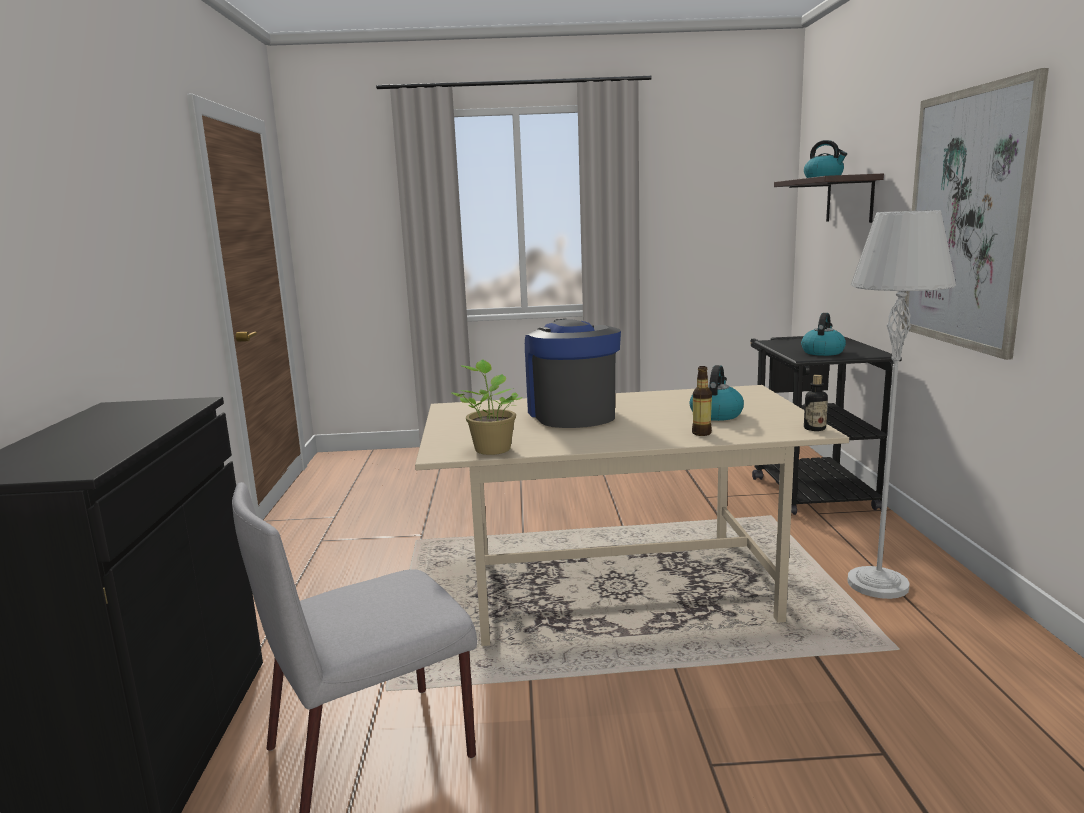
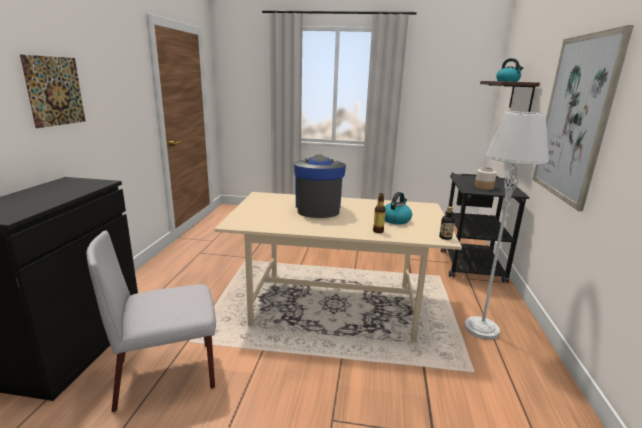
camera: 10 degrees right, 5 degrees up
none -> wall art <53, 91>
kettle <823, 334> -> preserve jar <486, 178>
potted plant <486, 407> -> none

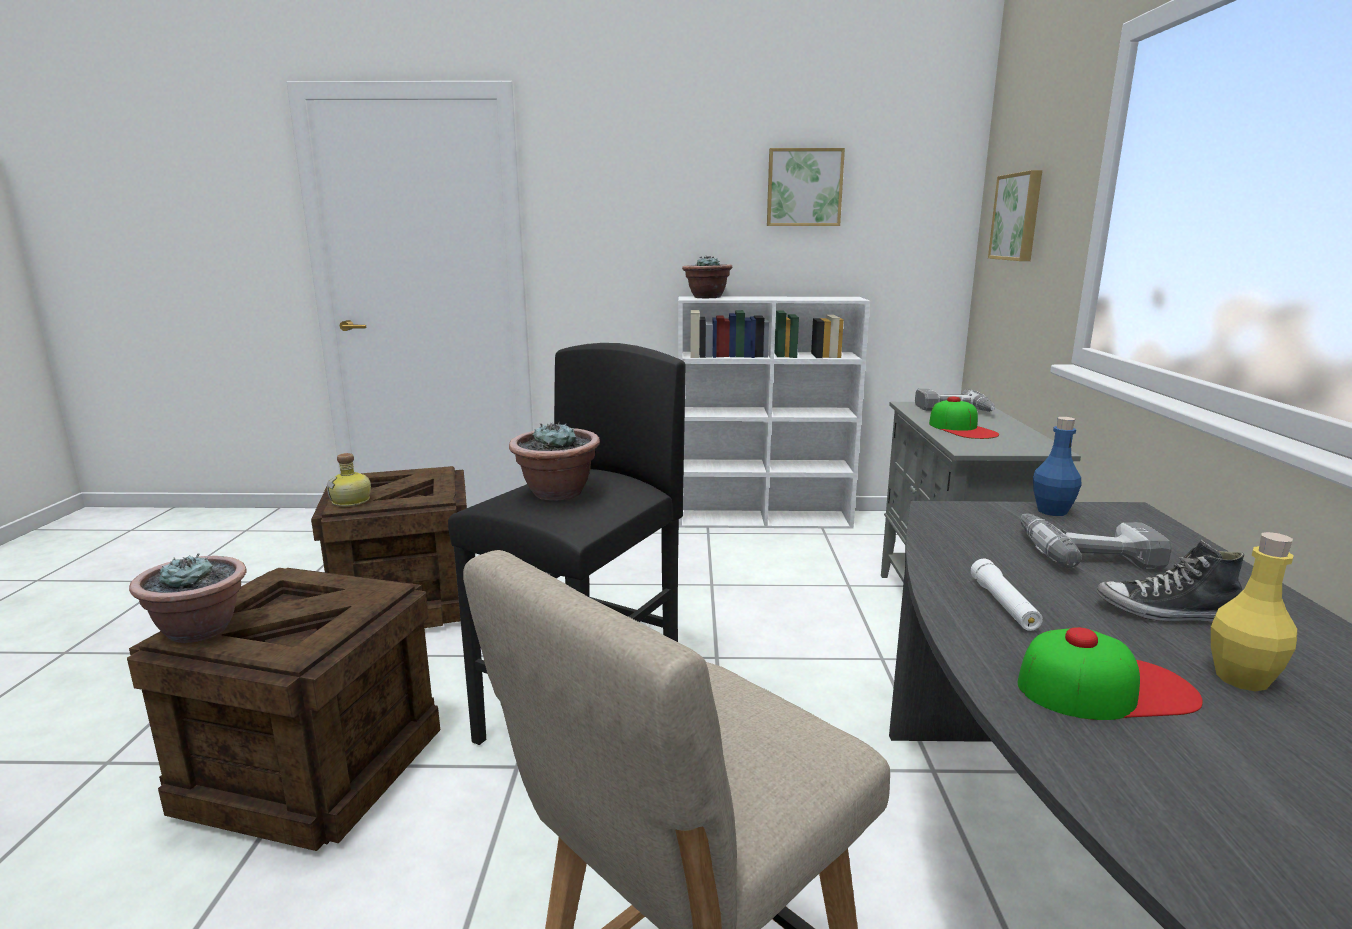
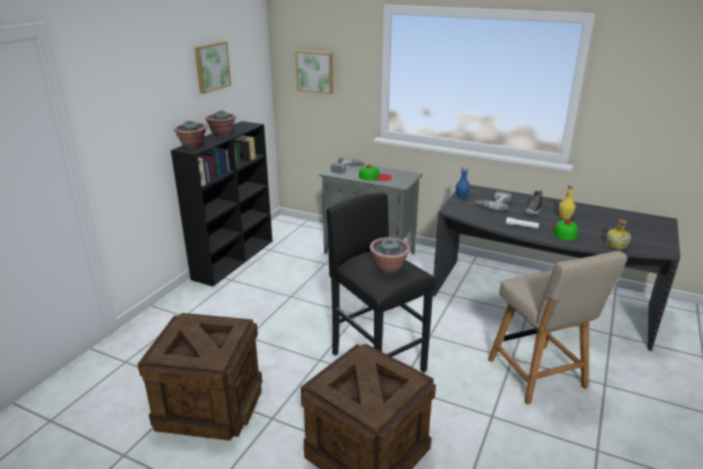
camera: 65 degrees left, 10 degrees up
white bookcase <774, 412> -> black bookcase <221, 204>
potted plant <187, 598> -> potted plant <220, 123>, move
beverage bottle <349, 479> -> beverage bottle <618, 234>, move

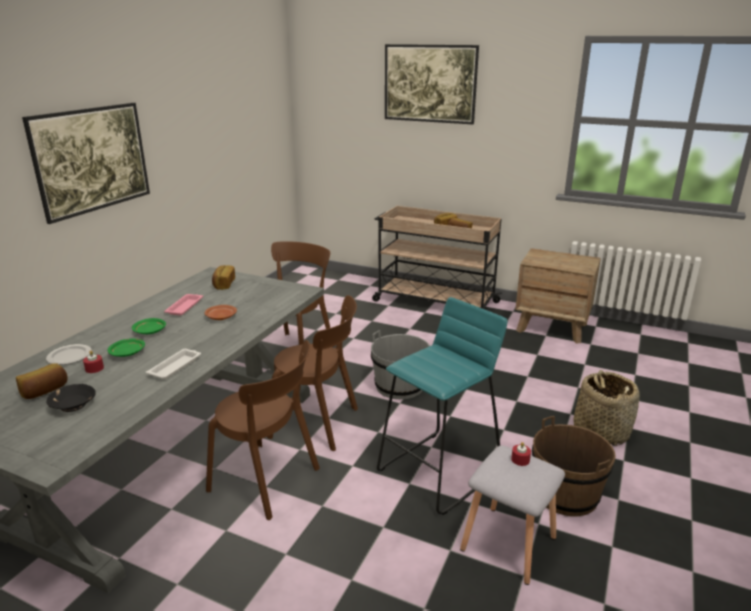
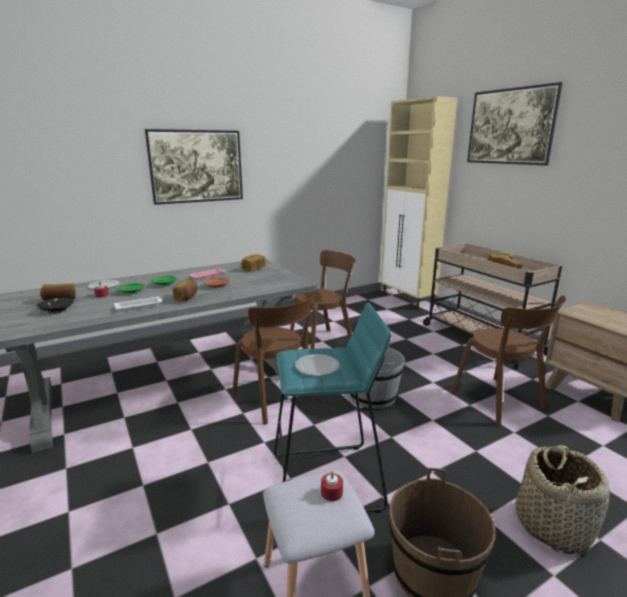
camera: 35 degrees right, 5 degrees down
none -> bread <185, 290>
none -> flat dish <317, 365>
none -> sand-coloured storage cabinet <419, 203>
brown-coloured upright chair <263, 430> -> brown-coloured upright chair <508, 361>, move

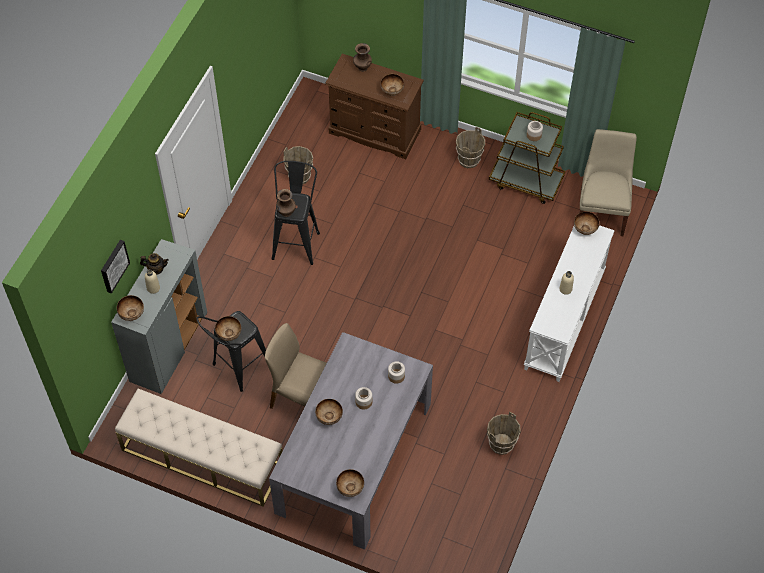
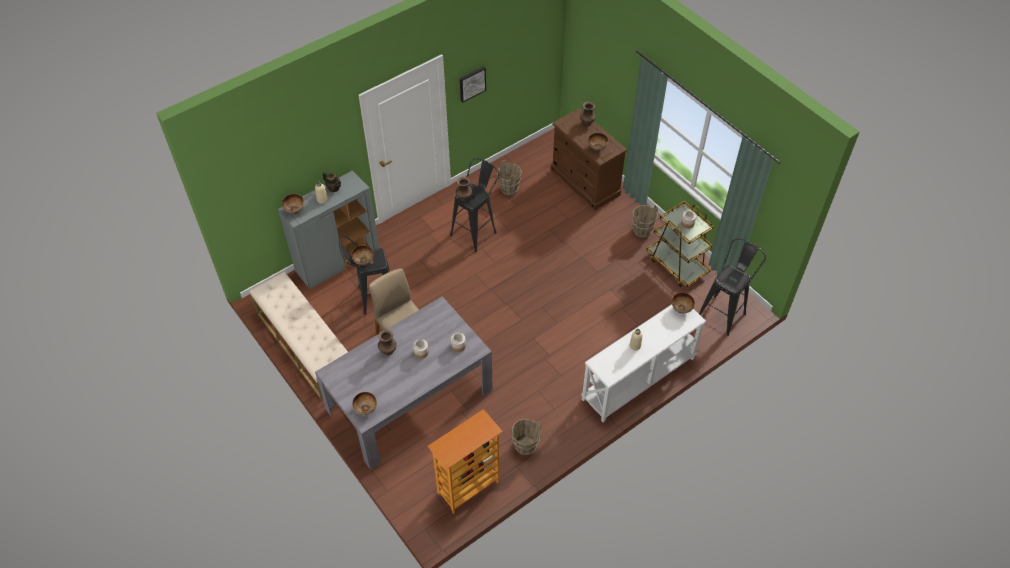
camera: 30 degrees right, 5 degrees down
bowl <329, 412> -> brown-coloured vase <387, 342>
none -> bookcase <465, 461>
wall art <115, 267> -> wall art <473, 84>, move
sand-coloured upright chair <608, 182> -> black stool <732, 287>

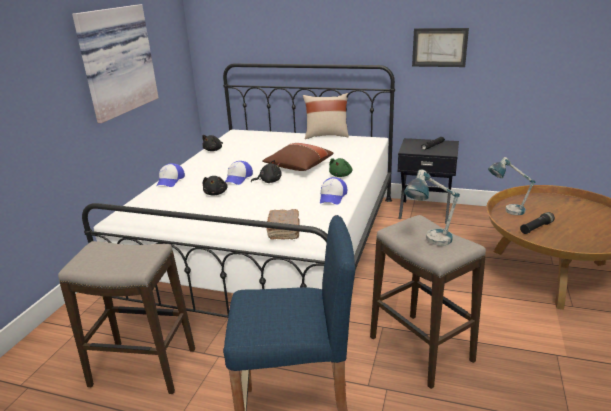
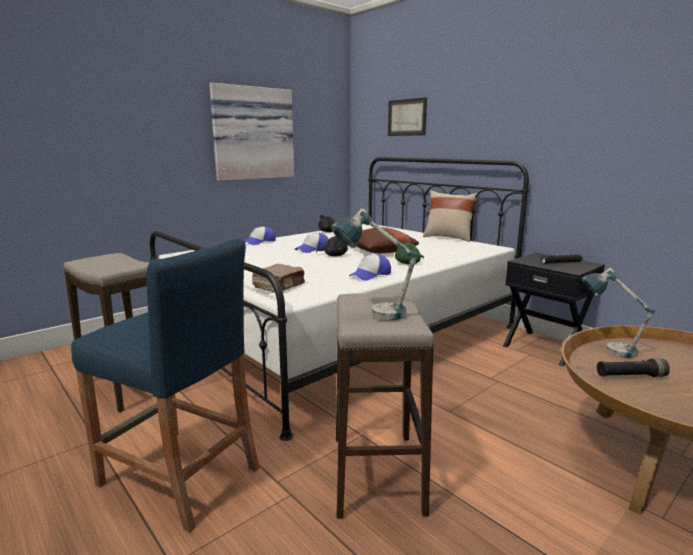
camera: 30 degrees right, 10 degrees down
wall art <440, 47> -> wall art <407, 116>, move
black cuddly toy <215, 186> -> none

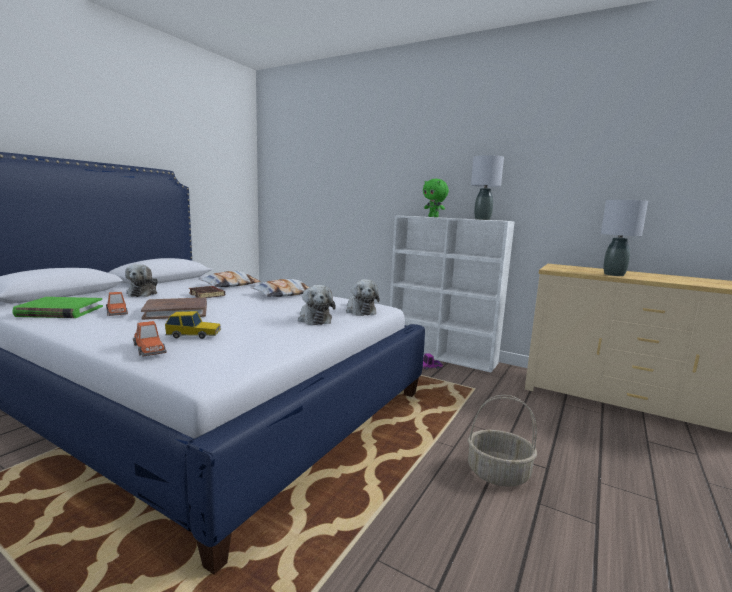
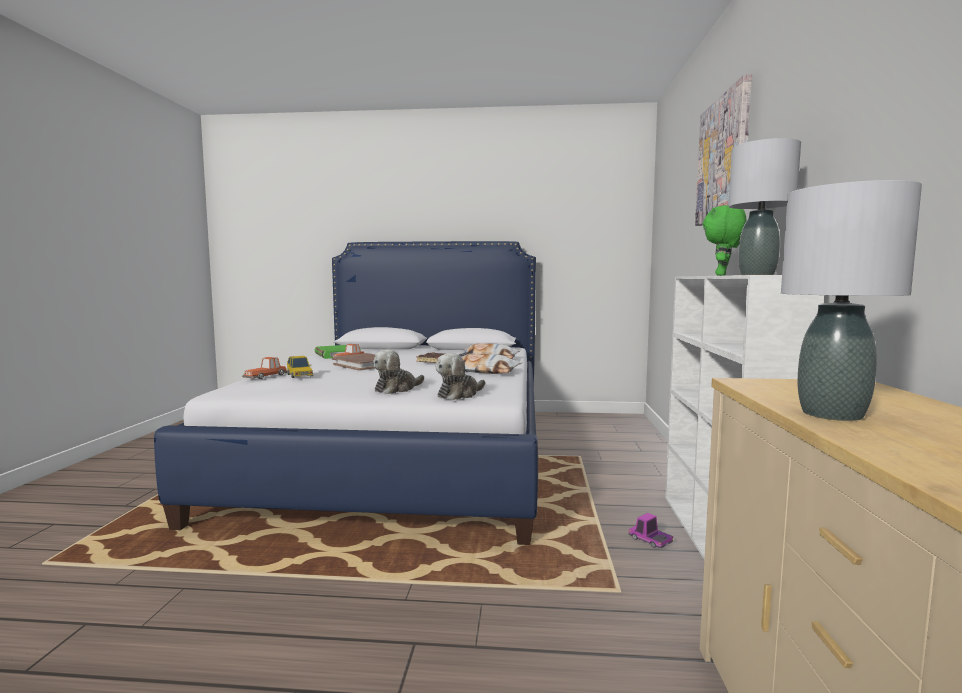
camera: 65 degrees right, 5 degrees down
none -> wall art <723, 150>
cuddly toy <141, 280> -> none
basket <502, 441> -> none

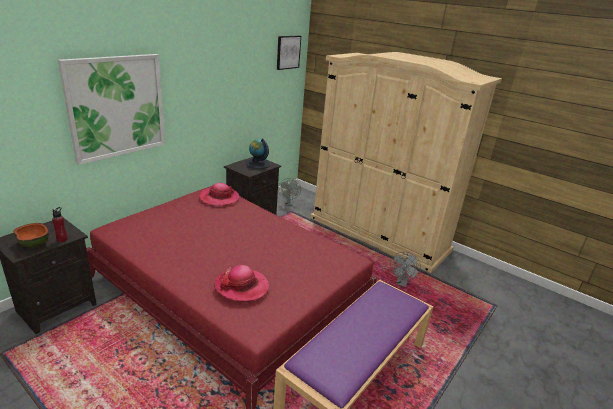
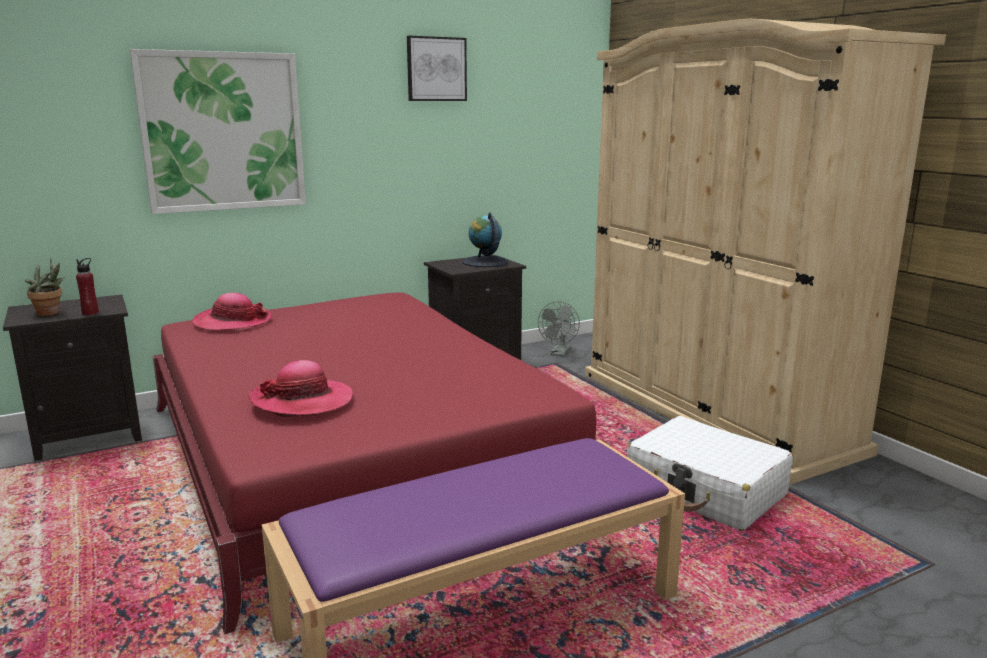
camera: 25 degrees right, 10 degrees down
bowl <31, 235> -> potted plant <45, 287>
hat <219, 194> -> hat <232, 311>, move
wall art <289, 53> -> wall art <437, 68>, move
grey electric fan <405, 269> -> white suitcase <710, 473>

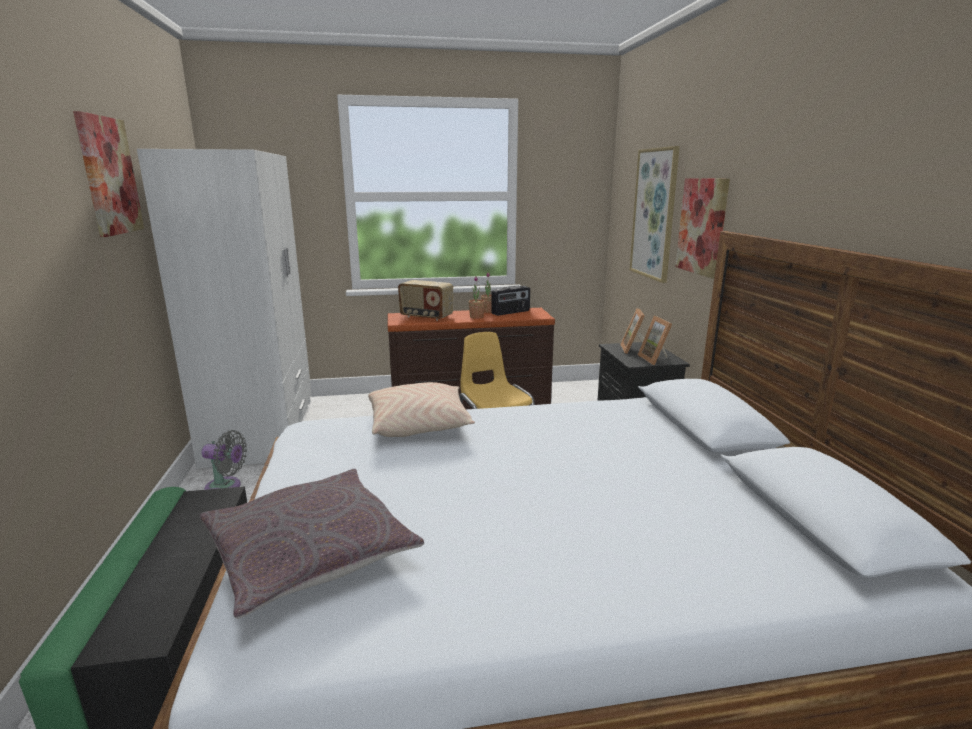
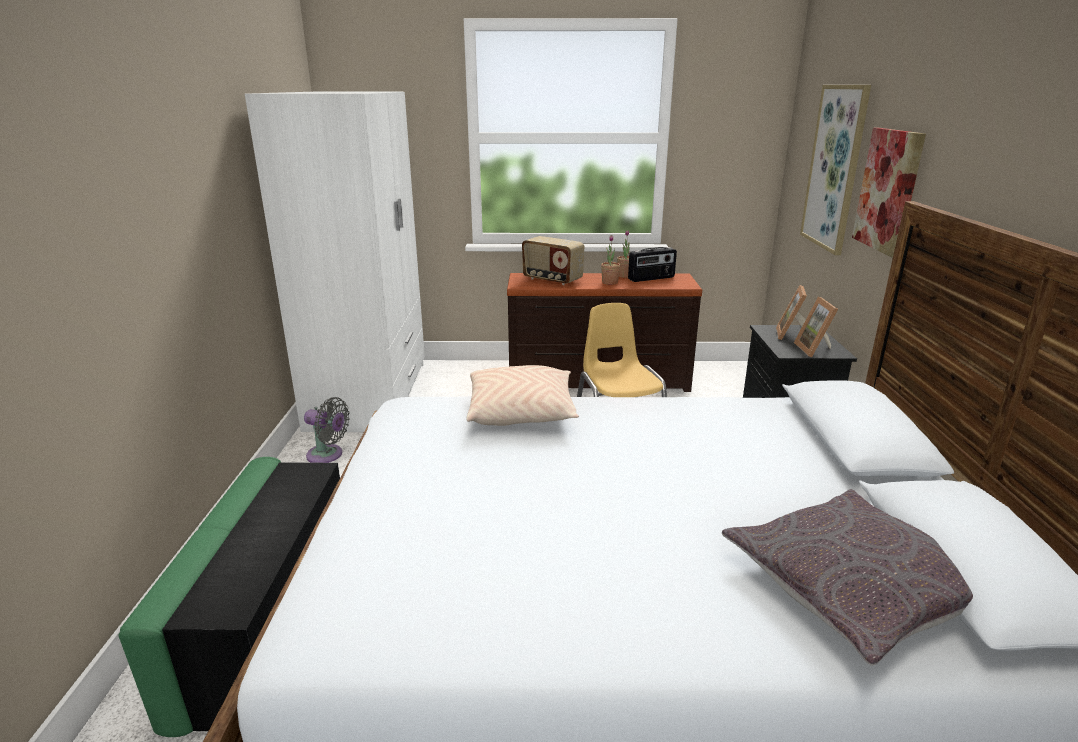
camera: 10 degrees right, 5 degrees up
grey pillow <312, 544> -> grey pillow <847, 577>, move
wall art <108, 174> -> none

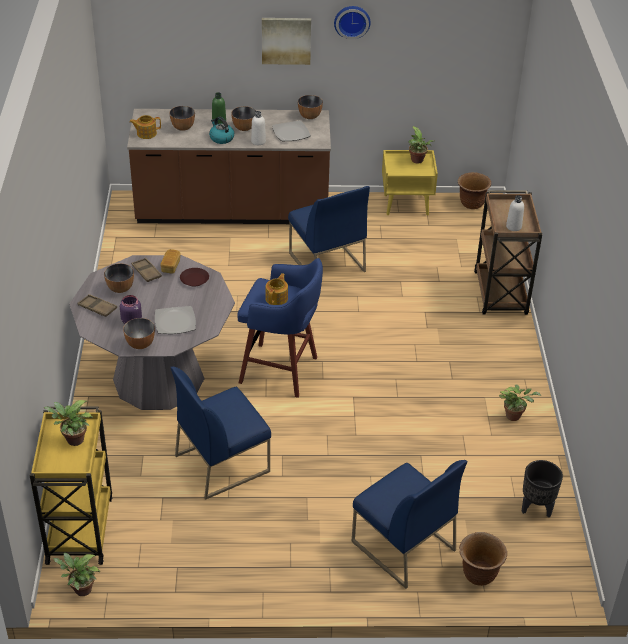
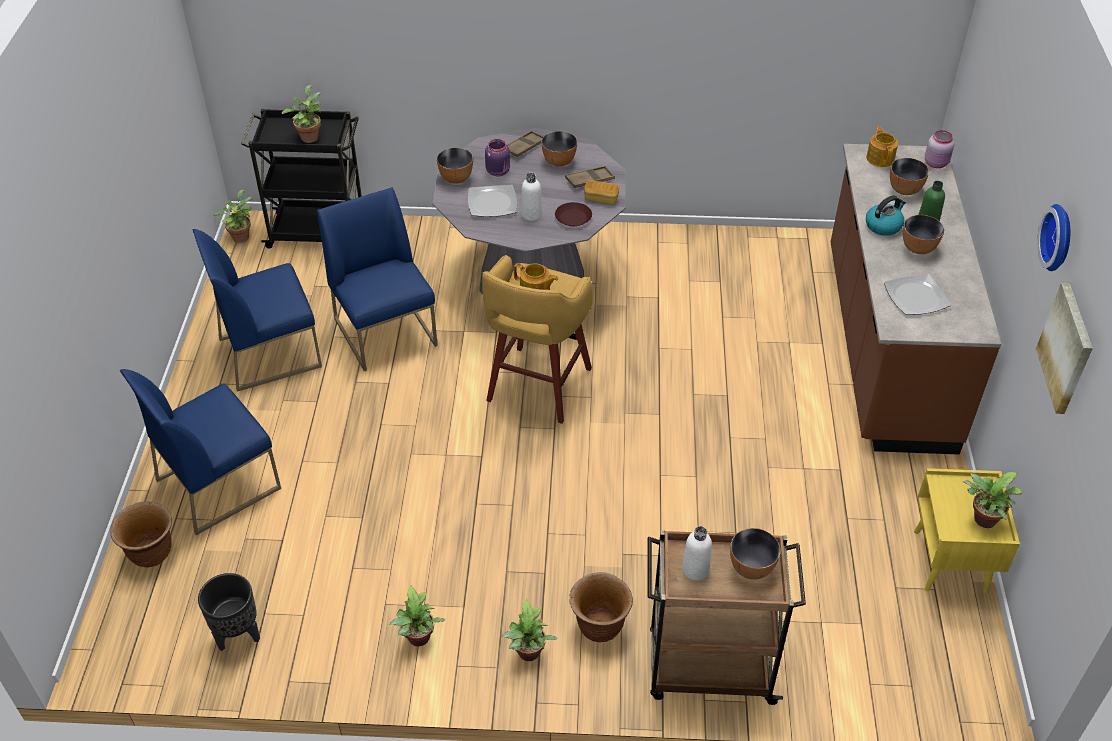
camera: 95 degrees right, 5 degrees up
bluish upright chair <329, 229> -> bluish upright chair <257, 310>, move
yellow trolley <71, 485> -> black trolley <301, 179>
bluish stool <280, 328> -> yellow stool <537, 339>
none -> potted plant <529, 630>
white beverage bottle <258, 128> -> white beverage bottle <531, 197>, move
brown-coloured planter <474, 190> -> brown-coloured planter <601, 607>, move
bowl <310, 107> -> bowl <755, 554>, move
none -> pink-coloured preserve jar <939, 149>
wall art <286, 41> -> wall art <1064, 348>, move

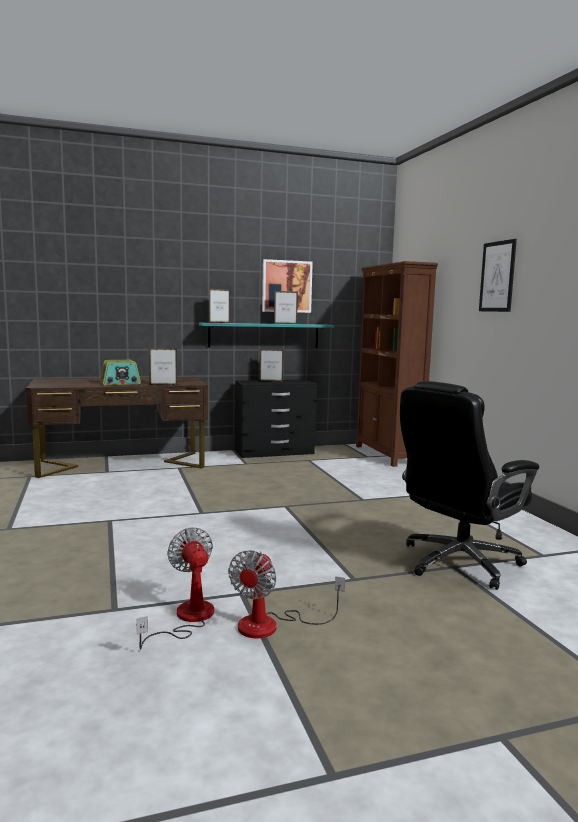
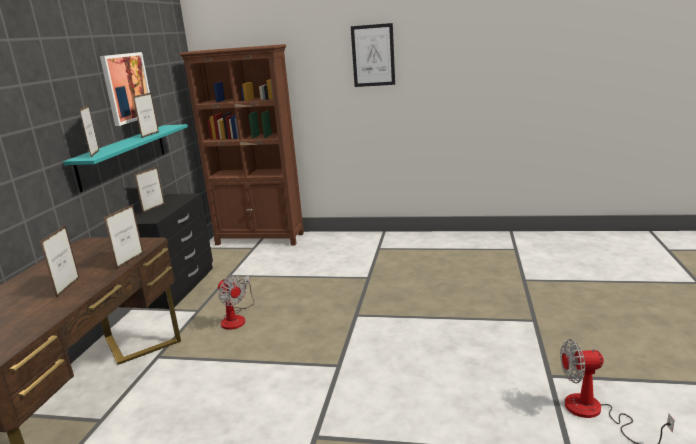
camera: 60 degrees left, 10 degrees up
radio <120, 372> -> standing frame <60, 261>
electric fan <286, 594> -> electric fan <236, 302>, move
black desk chair <469, 485> -> none

